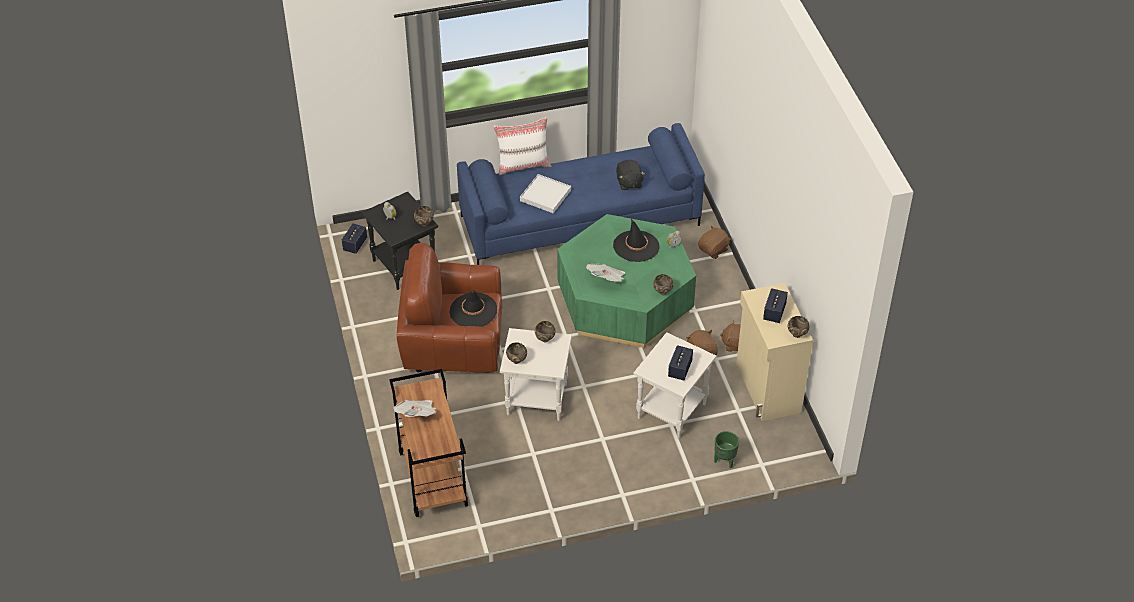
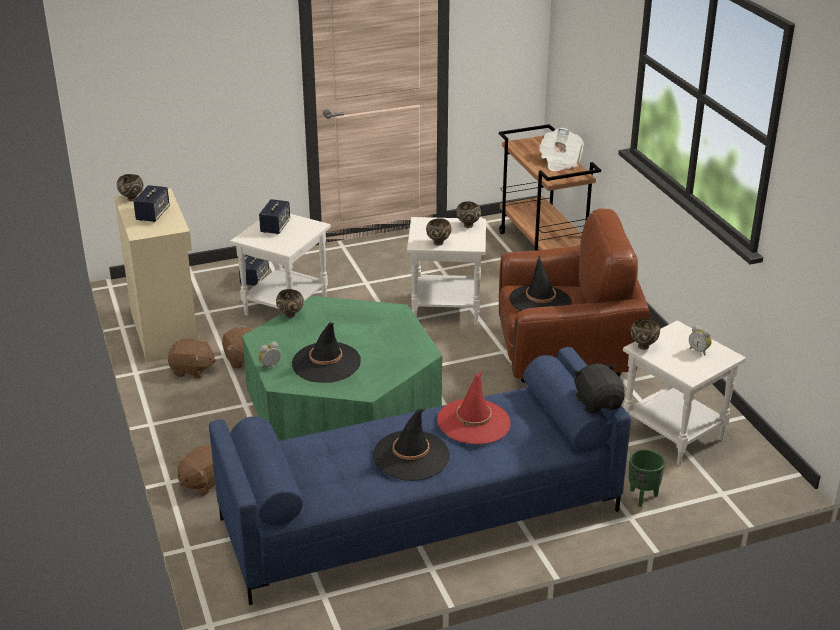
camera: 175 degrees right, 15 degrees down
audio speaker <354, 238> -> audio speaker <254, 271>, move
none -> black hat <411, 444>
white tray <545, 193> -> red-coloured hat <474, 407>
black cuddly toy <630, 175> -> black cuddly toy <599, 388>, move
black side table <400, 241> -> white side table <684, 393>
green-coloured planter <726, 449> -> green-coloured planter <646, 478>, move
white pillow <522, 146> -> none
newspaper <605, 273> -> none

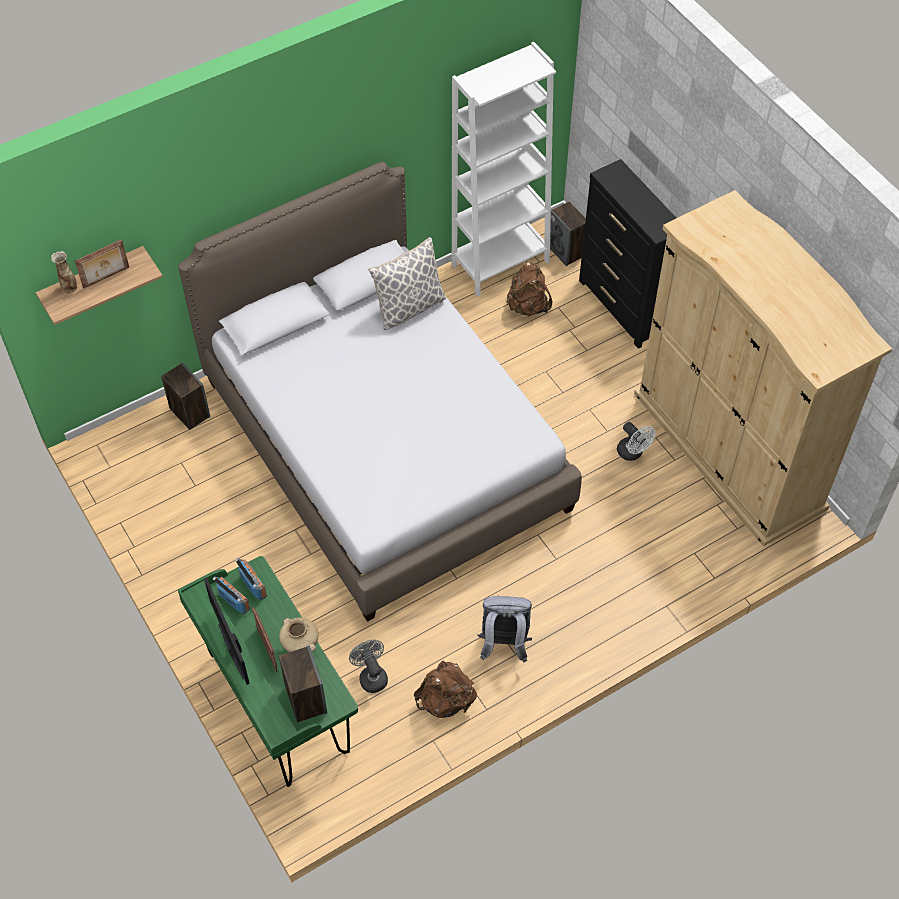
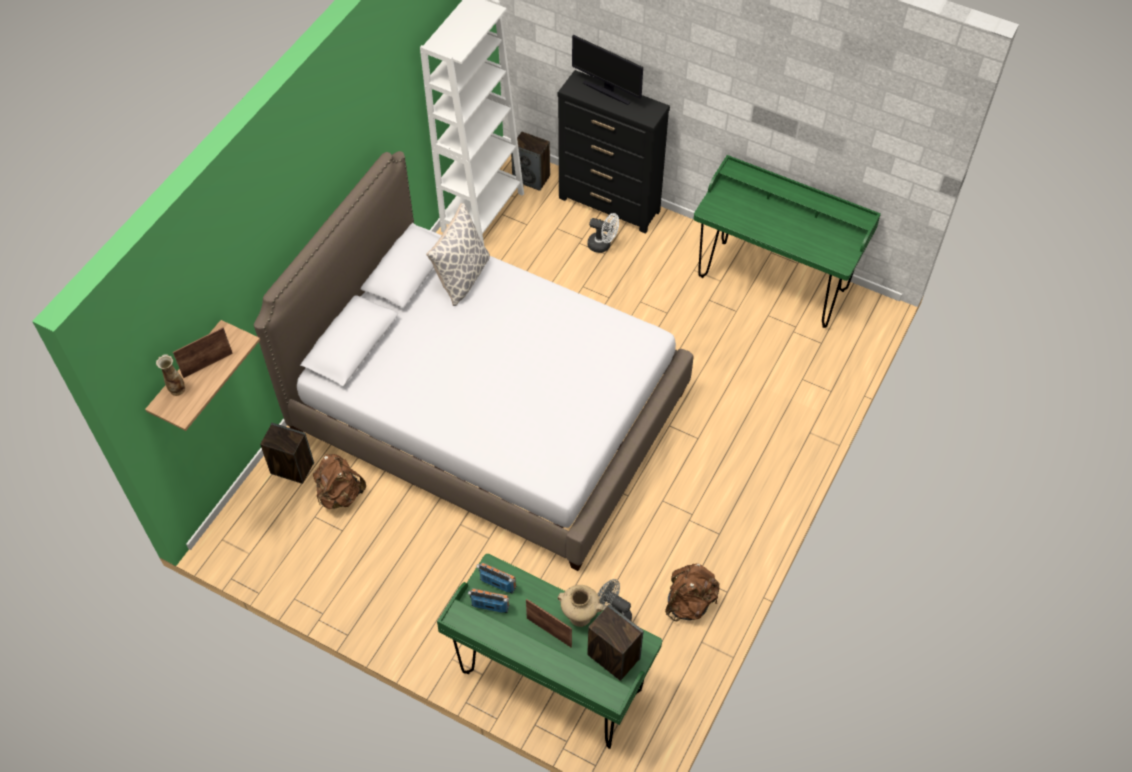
camera: 30 degrees left, 0 degrees up
standing frame <102, 264> -> standing frame <203, 352>, 150 degrees counterclockwise
brown-coloured rucksack <529, 289> -> brown-coloured rucksack <339, 481>, move
computer screen <227, 631> -> computer screen <607, 70>, move
white electric fan <636, 441> -> white electric fan <603, 233>, move
sand-coloured clothes cupboard <763, 368> -> green-coloured desk unit <787, 241>
grey rucksack <504, 629> -> none

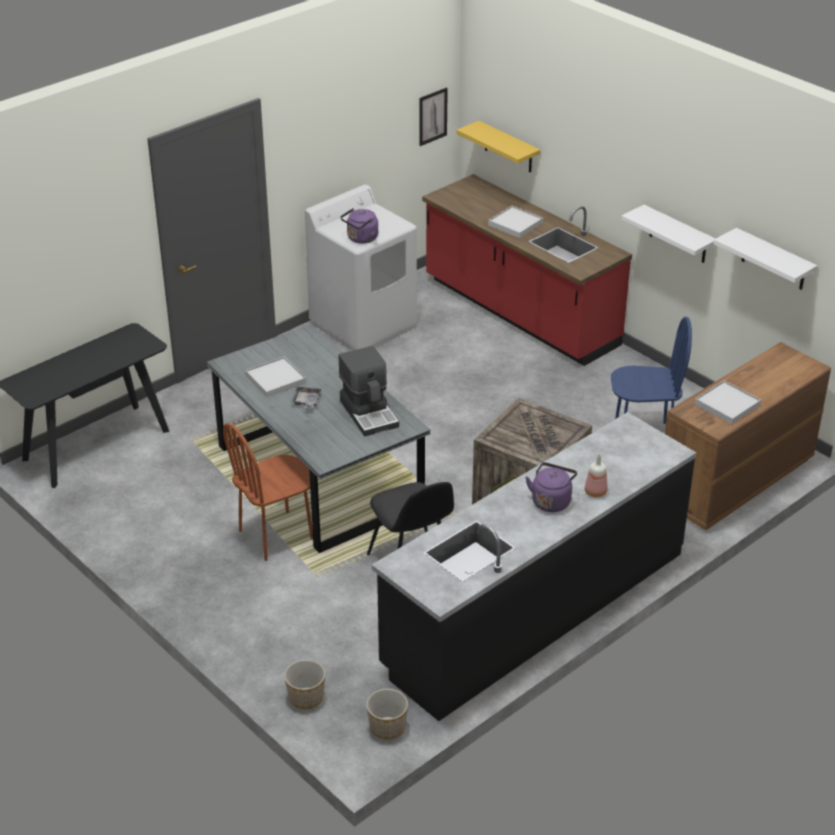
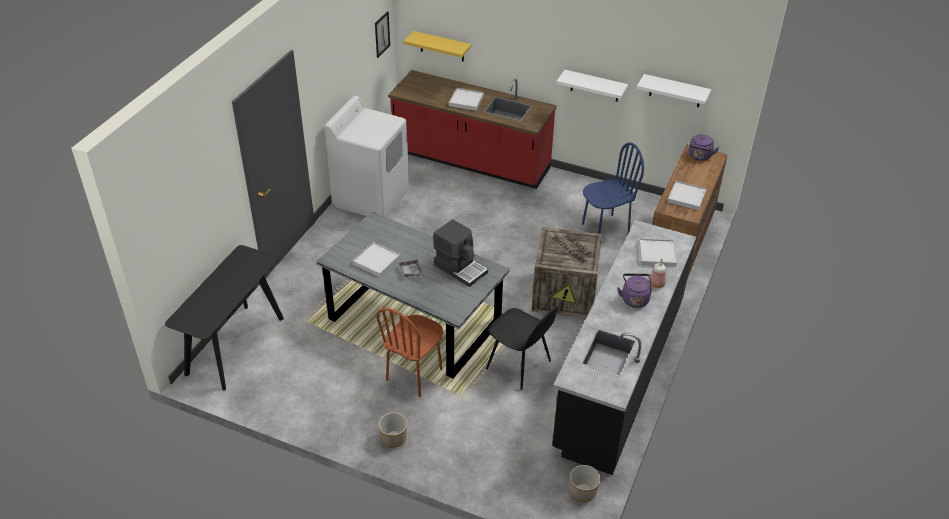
camera: 25 degrees left, 5 degrees up
planter <304, 684> -> planter <393, 430>, move
none -> white tray <658, 252>
purple kettle <359, 226> -> purple kettle <704, 147>, move

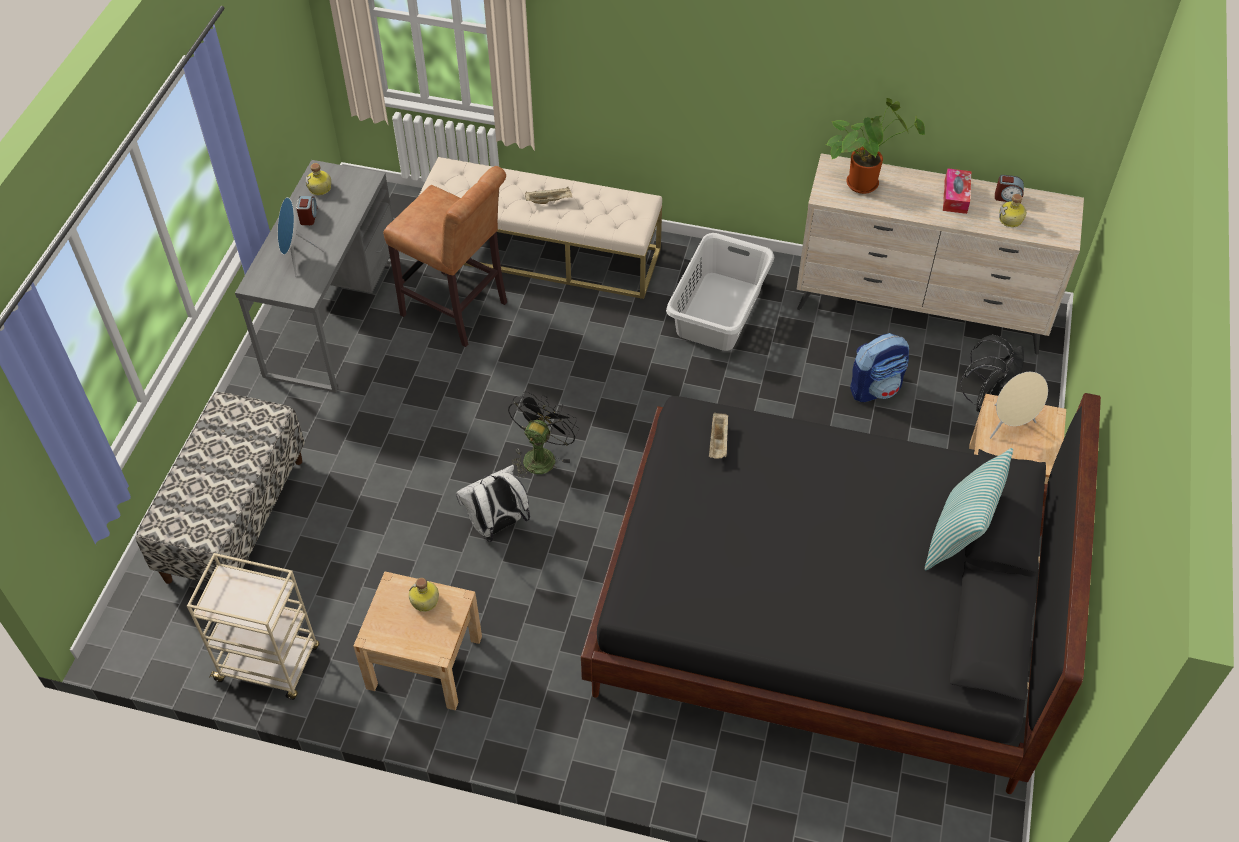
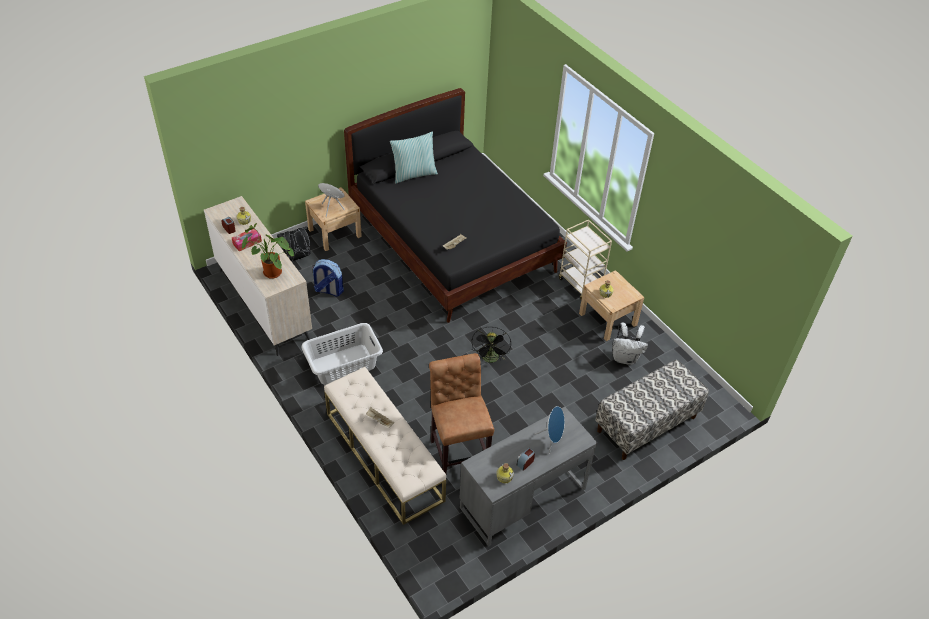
camera: 140 degrees left, 5 degrees down
black electric fan <543, 435> -> black electric fan <491, 345>, 60 degrees counterclockwise
sand-coloured trolley <253, 626> -> sand-coloured trolley <585, 259>, move
white rucksack <493, 503> -> white rucksack <630, 344>, move

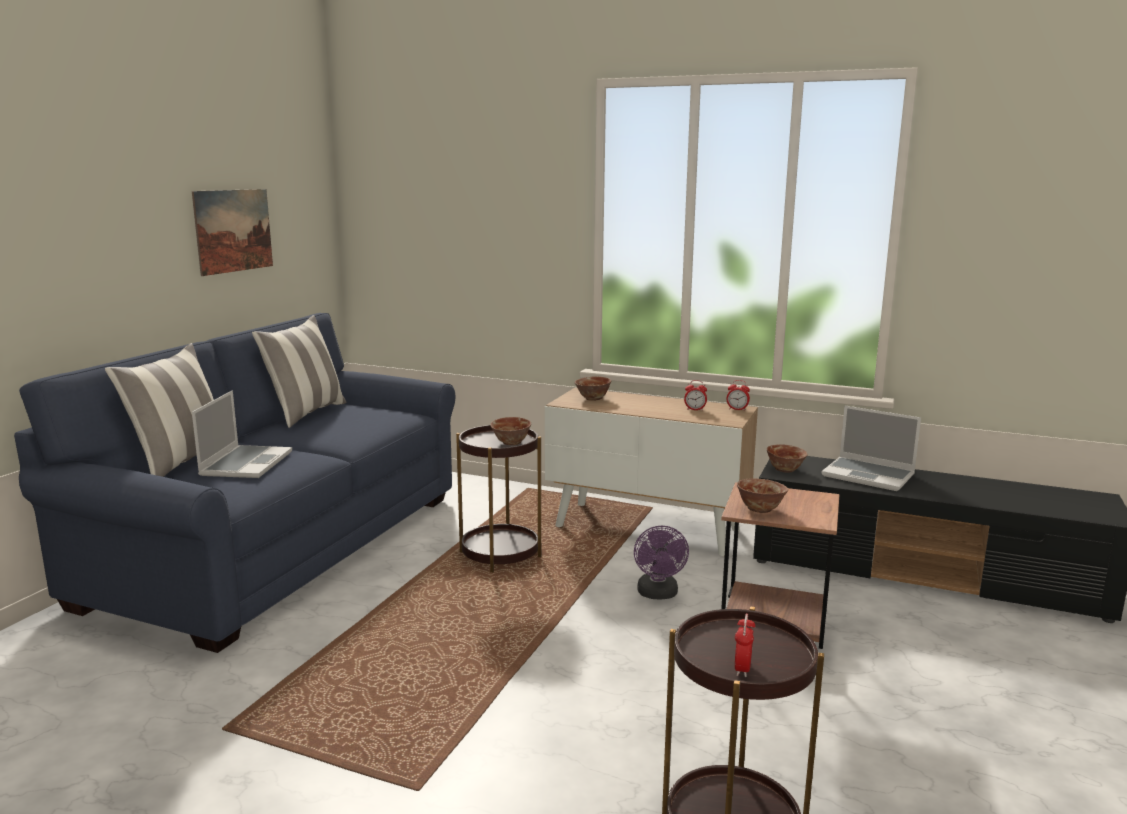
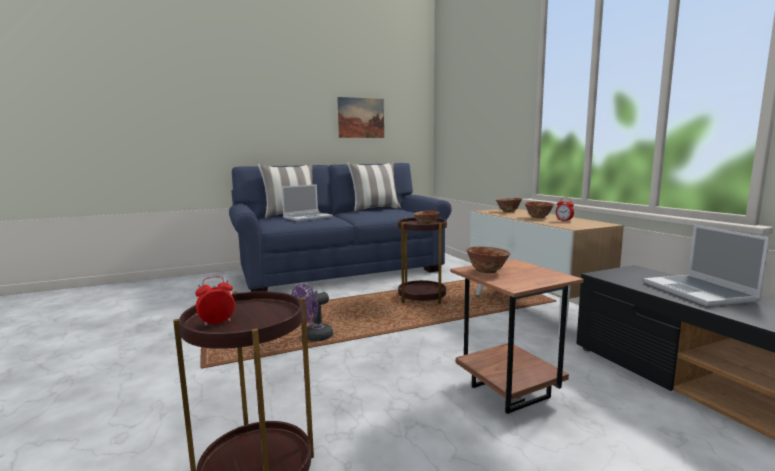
camera: 45 degrees right, 5 degrees down
purple electric fan <661, 562> -> purple electric fan <312, 312>, move
bowl <787, 458> -> bowl <539, 209>, move
bedside clock <738, 395> -> none

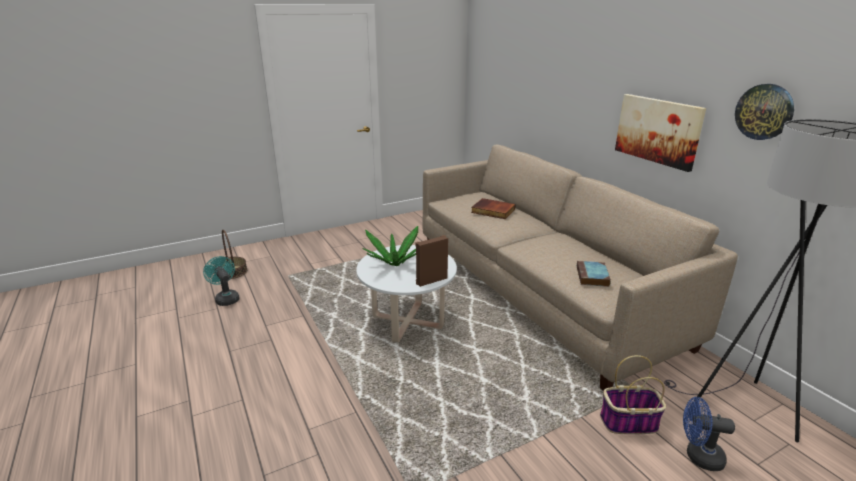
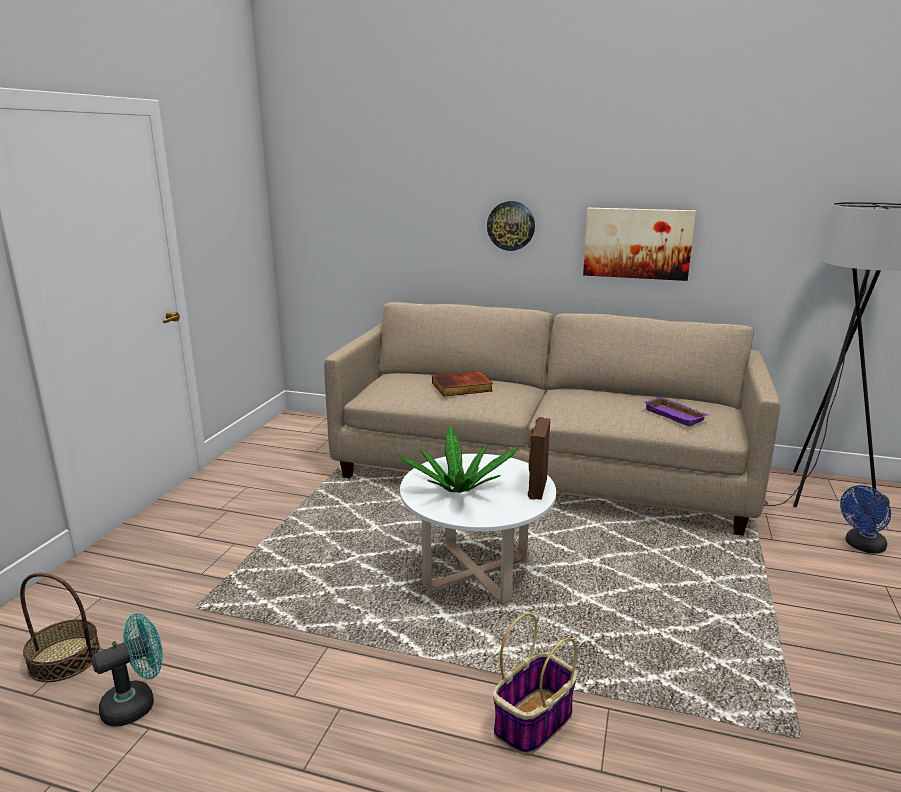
camera: 45 degrees left, 5 degrees down
turquoise electric fan <221, 281> -> turquoise electric fan <127, 670>, 135 degrees clockwise
clock on the wall <764, 112> -> clock on the wall <511, 226>, move
basket <633, 394> -> basket <535, 684>, move
volume <594, 274> -> purple tray <676, 412>

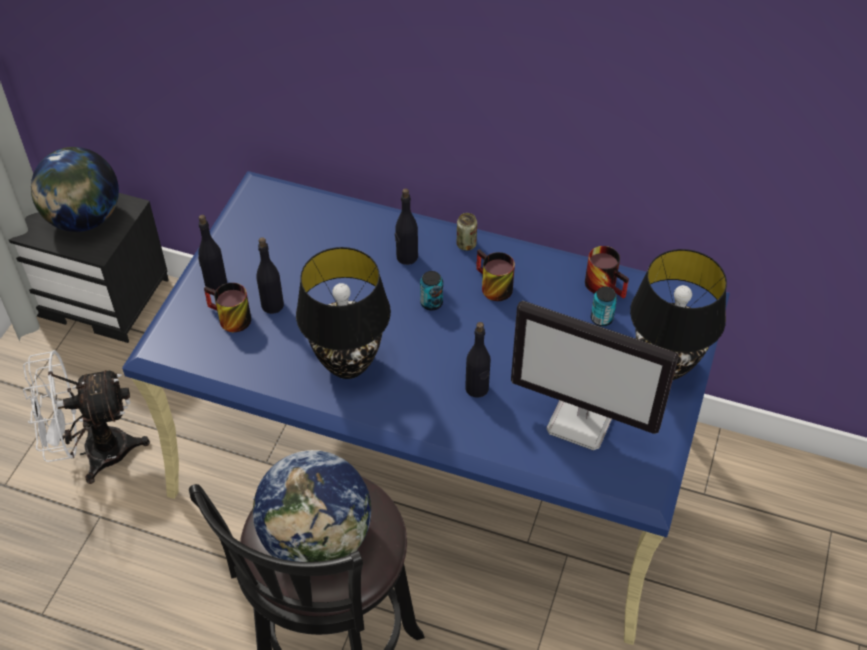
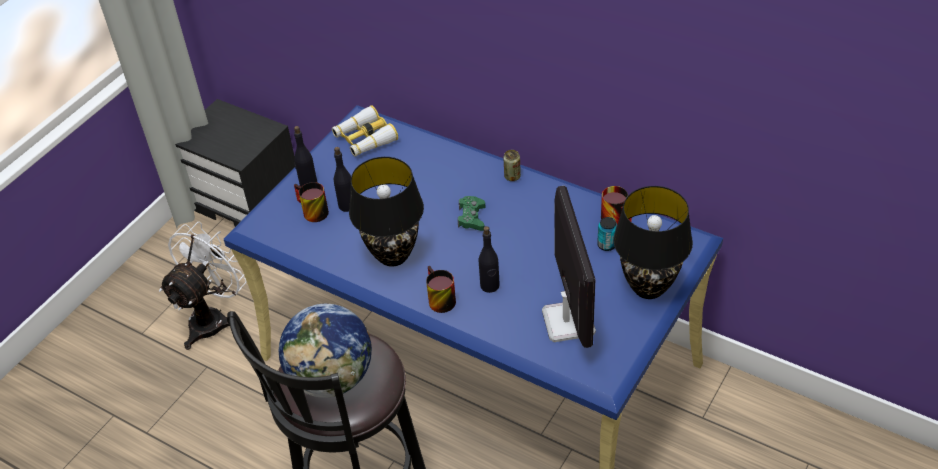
camera: 15 degrees right, 5 degrees down
white electric fan <86, 417> -> white electric fan <203, 286>, 120 degrees clockwise
none -> binoculars <365, 130>
coffee mug <495, 275> -> coffee mug <441, 289>, move
sealed can <431, 291> -> green-coloured joypad <471, 213>
computer screen <595, 375> -> computer screen <569, 267>, 135 degrees counterclockwise
desk globe <75, 189> -> none
black beverage bottle <406, 226> -> none

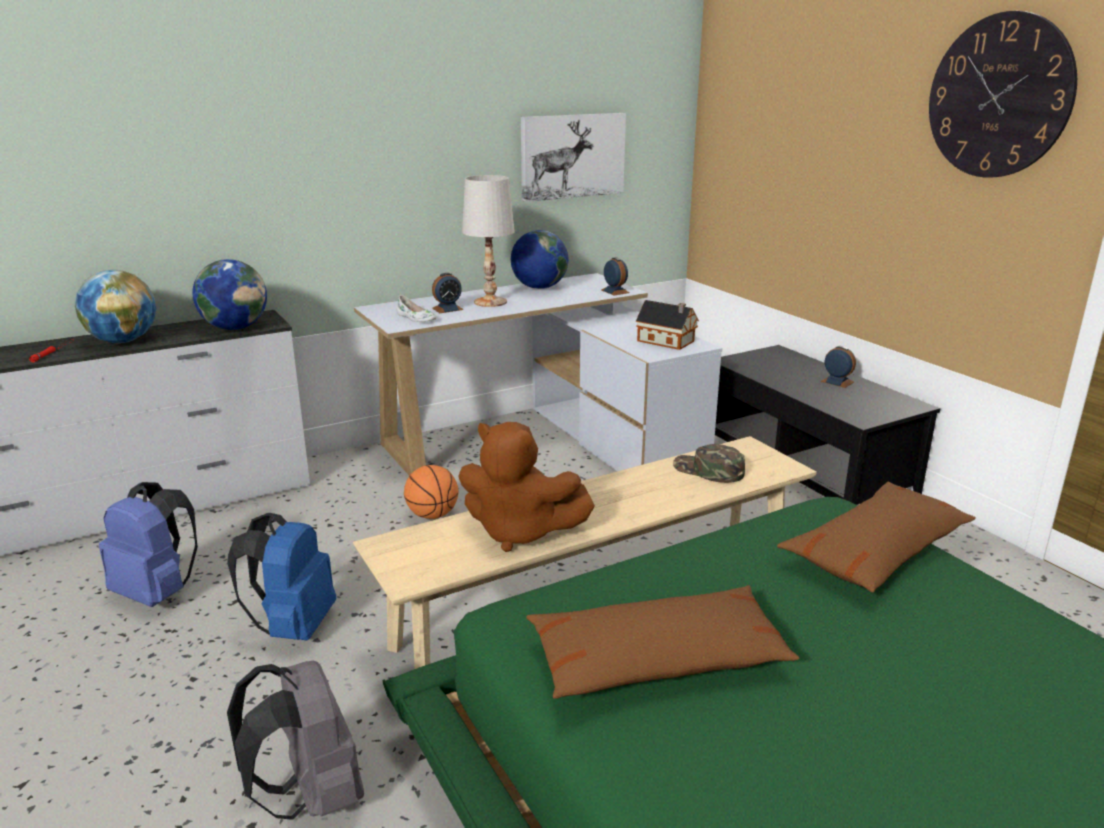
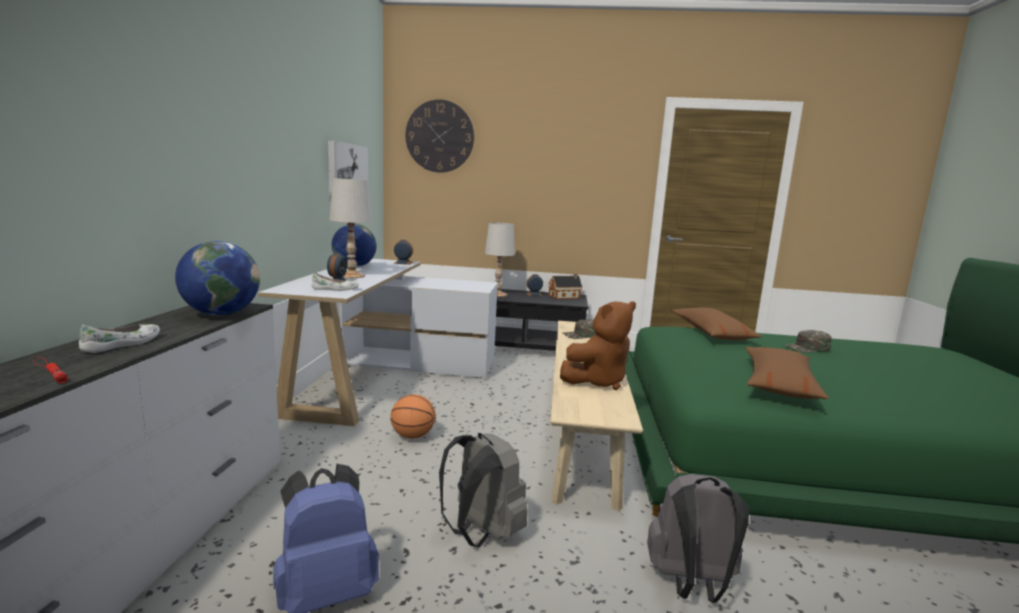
camera: 55 degrees left, 10 degrees down
desk globe <115, 306> -> white shoe <119, 338>
clock on the wall <1003, 94> -> clock on the wall <440, 136>, move
bluish rucksack <281, 577> -> grey rucksack <483, 490>
none -> white table lamp <500, 260>
miniature house <667, 325> -> miniature house <565, 286>, move
none -> green-coloured cap <808, 341>

